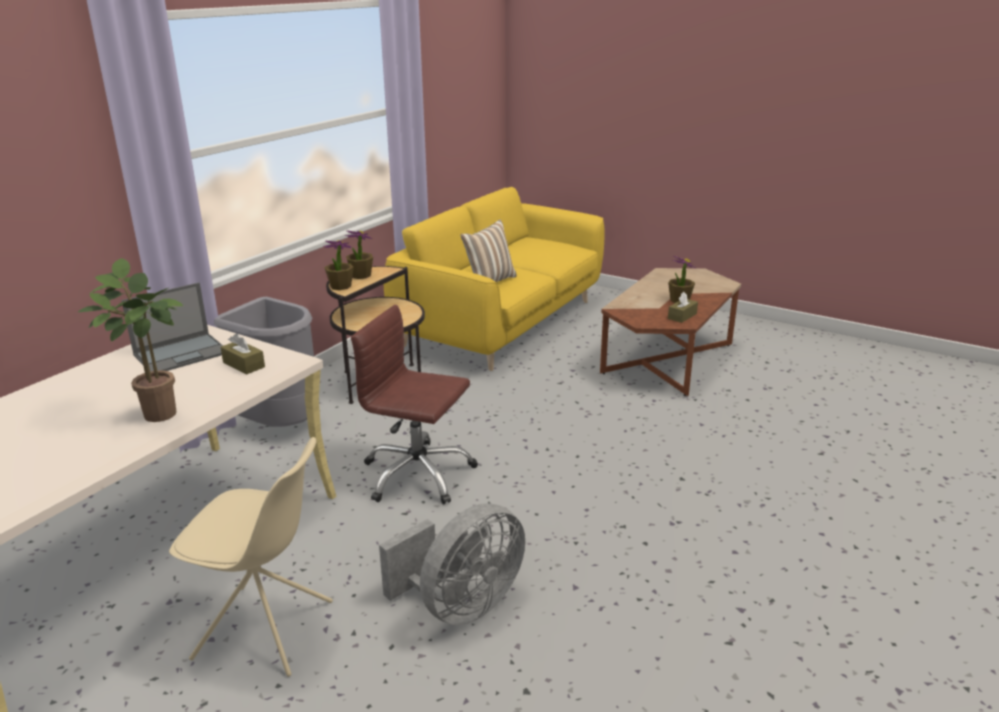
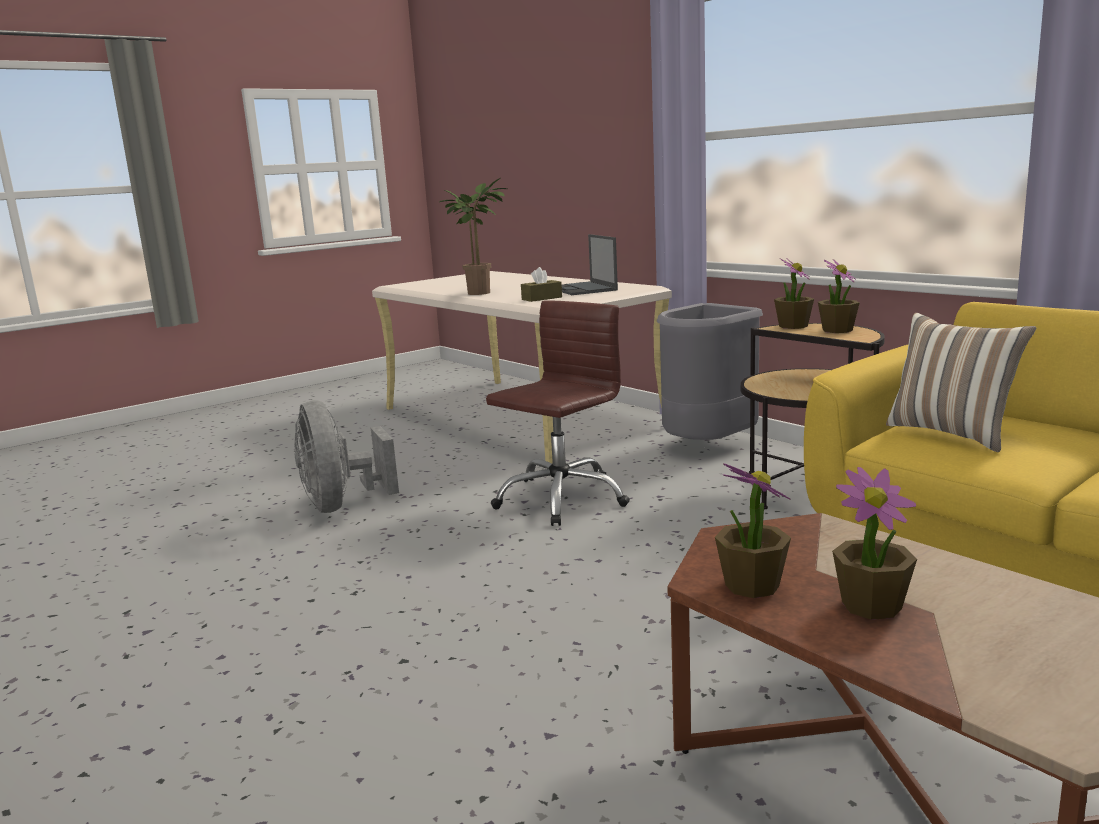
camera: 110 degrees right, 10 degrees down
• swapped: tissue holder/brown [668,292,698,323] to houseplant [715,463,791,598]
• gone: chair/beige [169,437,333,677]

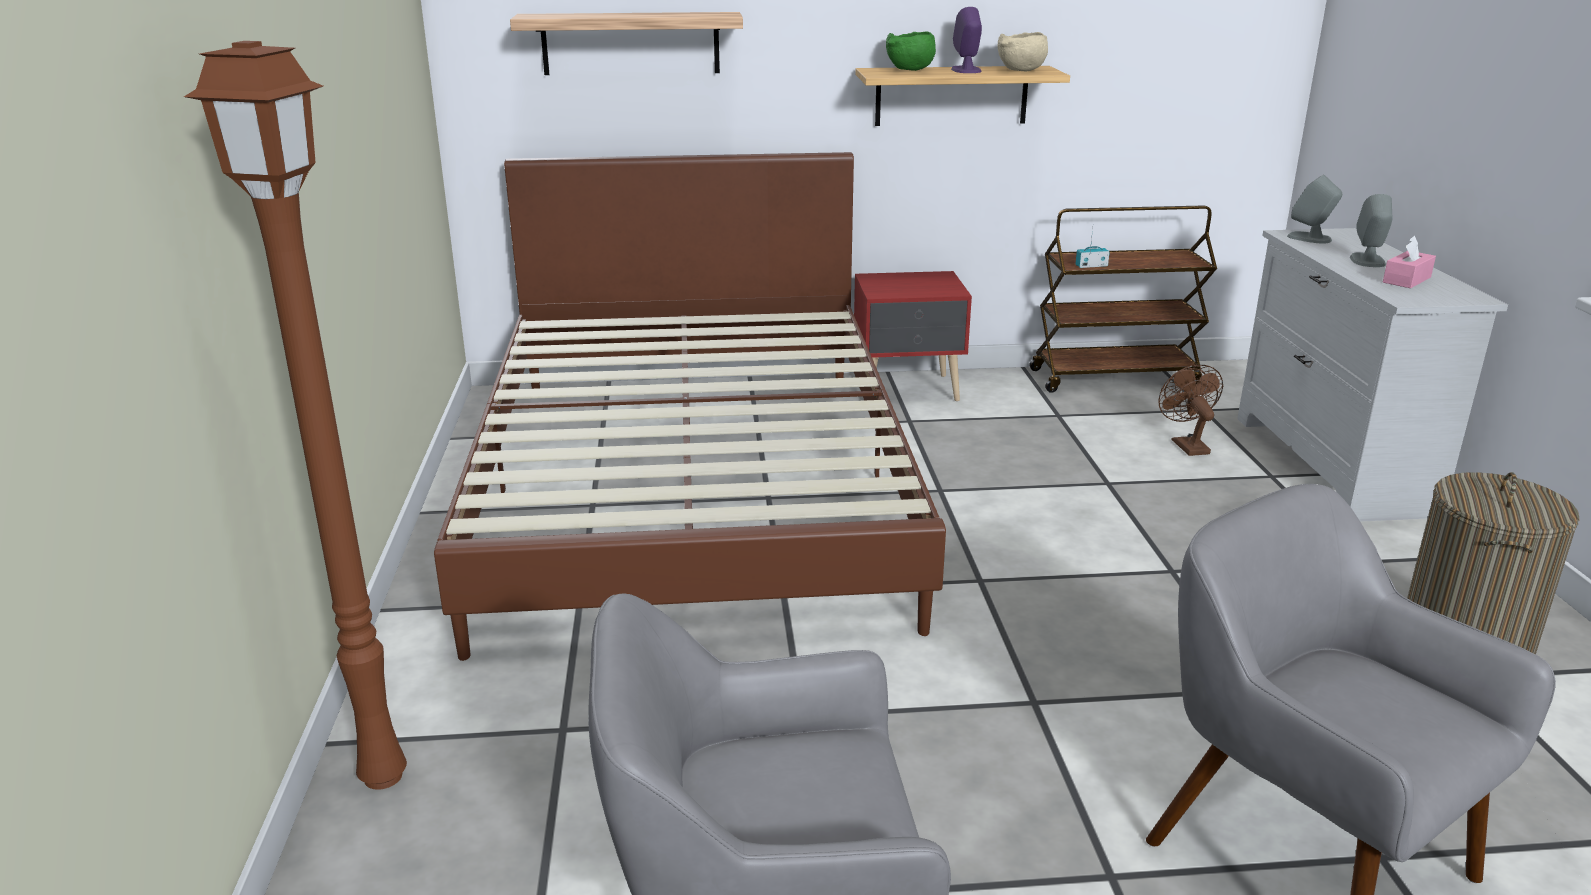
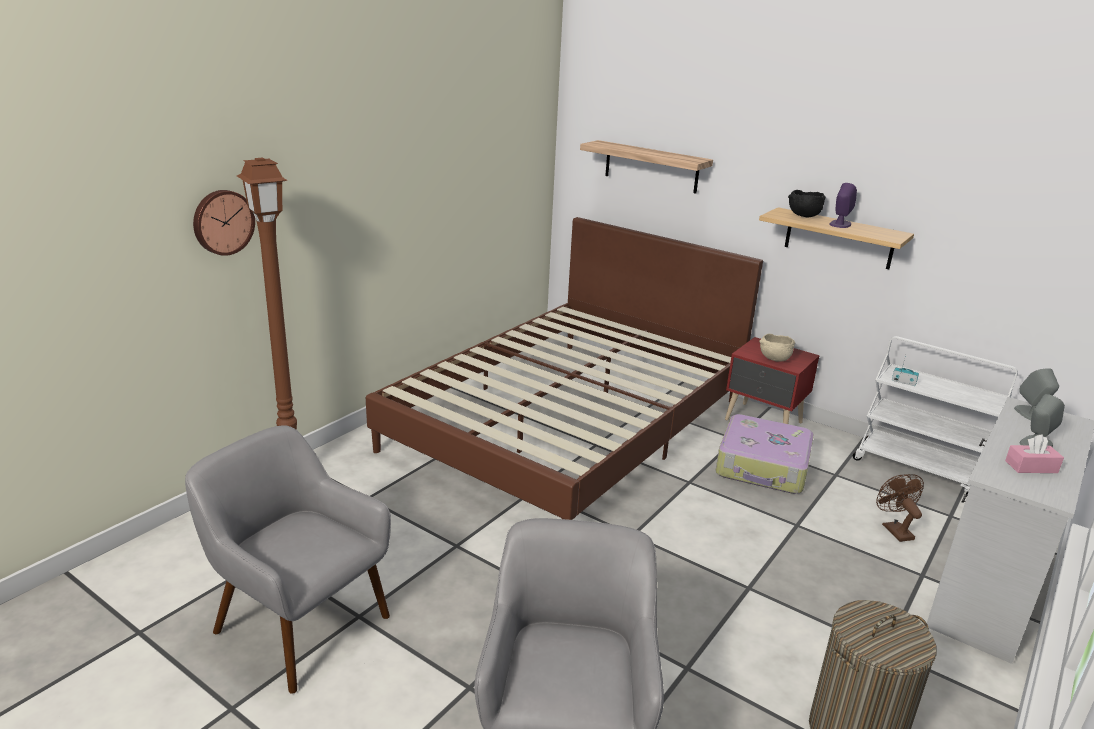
camera: 40 degrees right, 0 degrees up
• new: hanging clock [193,190,255,256]
• new: suitcase [716,414,814,494]
• shifted: serving bowl/beige [998,32,1048,71] to [759,334,795,362]
• repainted: serving bowl/green-coloured [886,31,936,71] to serving bowl/black-coloured [788,190,826,217]
• repainted: wheeled cart/brown [1029,205,1217,393] to wheeled cart/white-coloured [853,336,1018,495]
• rotated: cooling fan/brown [1158,365,1223,456] = [876,474,924,542] 45 degrees counterclockwise

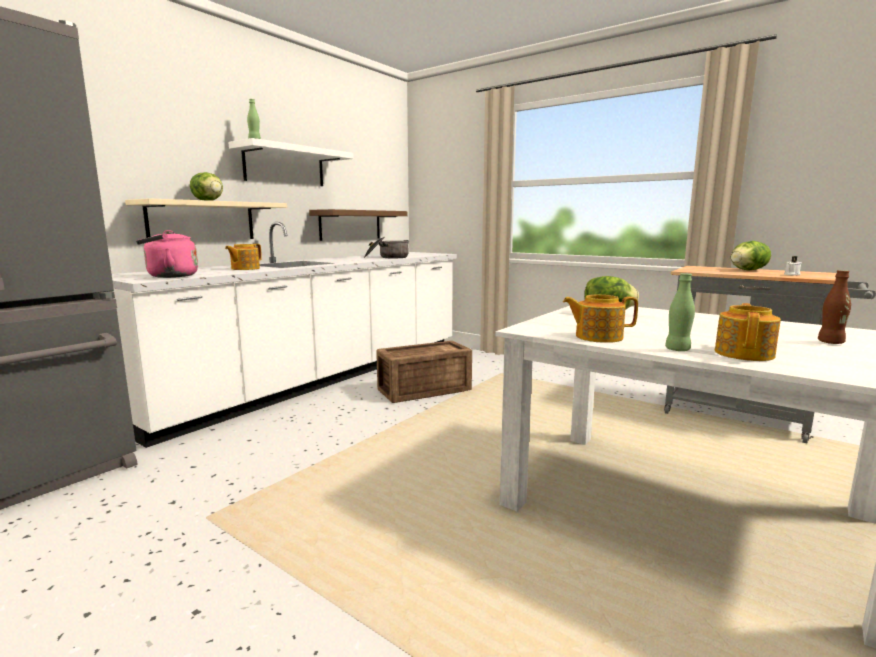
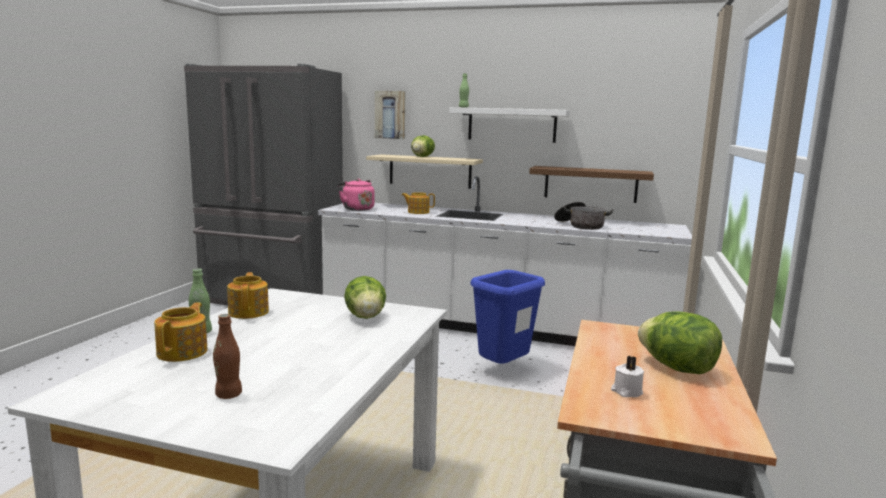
camera: 70 degrees right, 0 degrees up
• rotated: pot for tea [715,303,781,361] = [154,303,208,362] 90 degrees counterclockwise
• new: picture [375,91,405,139]
• swapped: crate [376,341,472,403] to rubbish bin/blue [470,270,545,364]

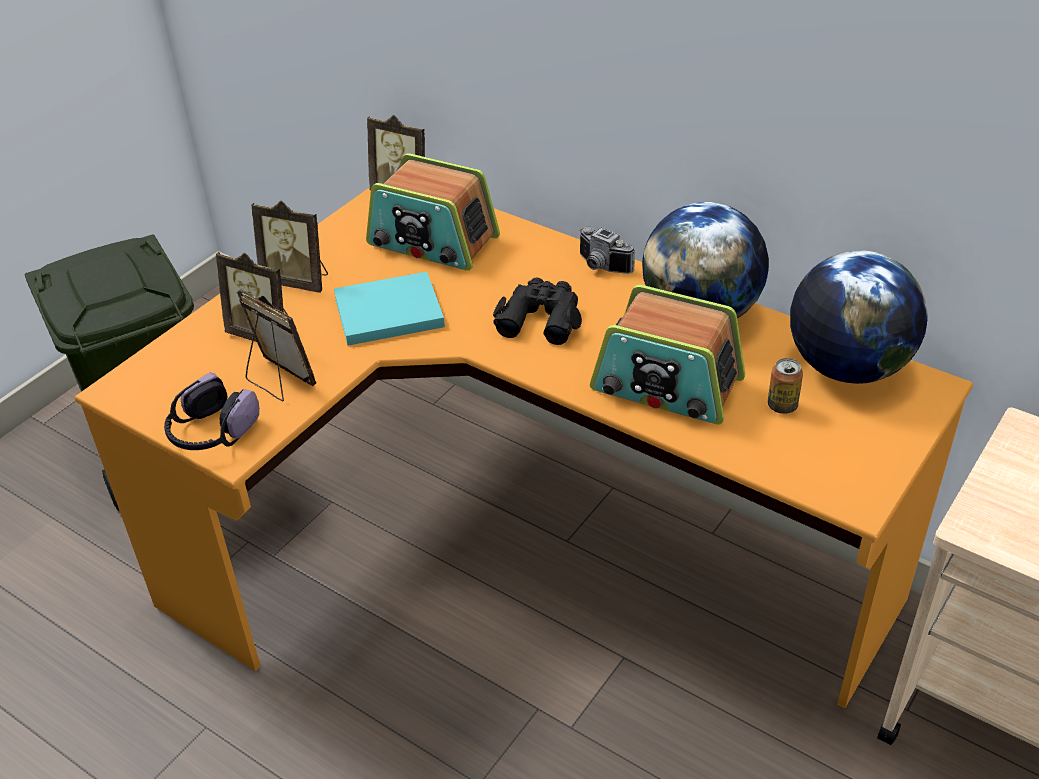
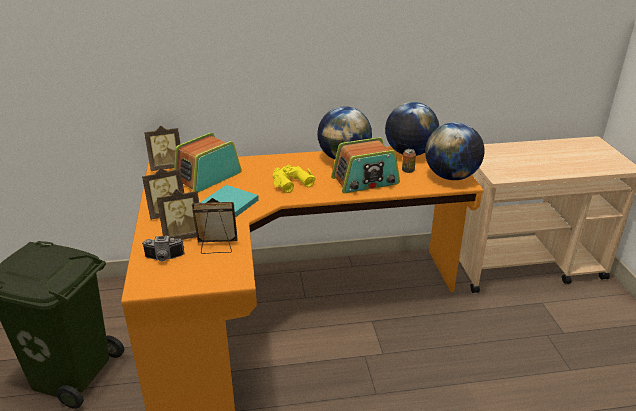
camera: 45 degrees left, 10 degrees down
• shifted: still camera [579,227,635,274] to [142,236,184,261]
• rotated: radio receiver [366,153,500,271] = [174,133,242,192] 150 degrees clockwise
• repainted: binoculars/black-coloured [493,278,582,345] to binoculars/yellow-coloured [272,165,316,193]
• new: desk globe [425,122,485,180]
• gone: headphones [164,373,259,450]

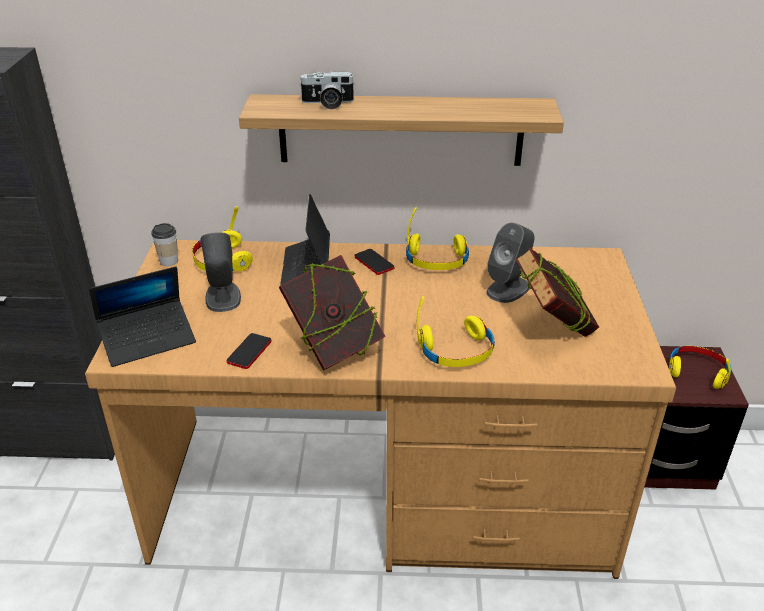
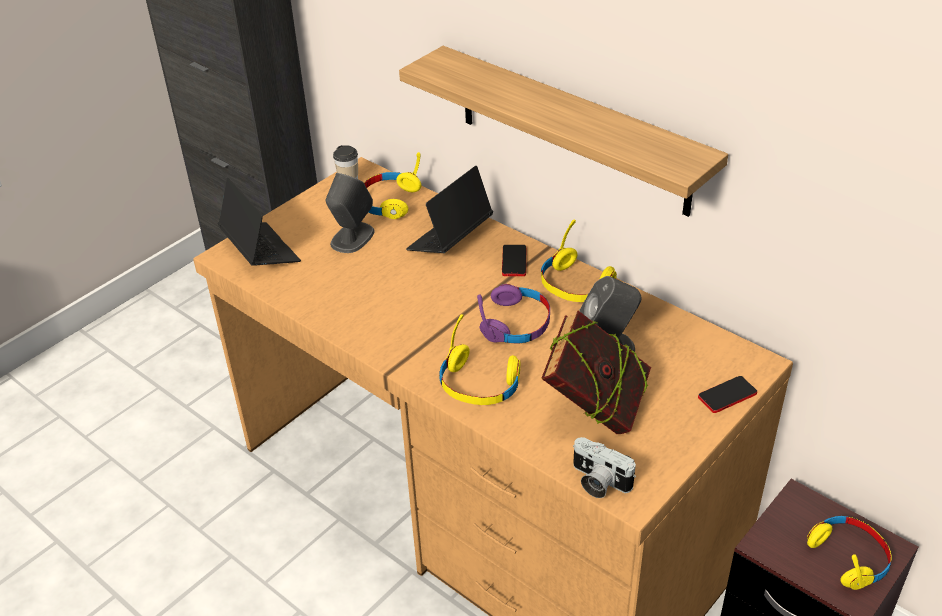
camera: 40 degrees right, 5 degrees up
• rotated: portable computer [89,266,196,367] = [218,178,301,266] 135 degrees counterclockwise
• new: headphones/purple-coloured [477,284,550,343]
• shifted: still camera [299,71,355,109] to [573,437,636,498]
• shifted: telephone [227,333,271,369] to [698,376,757,413]
• gone: bound book [279,255,386,371]

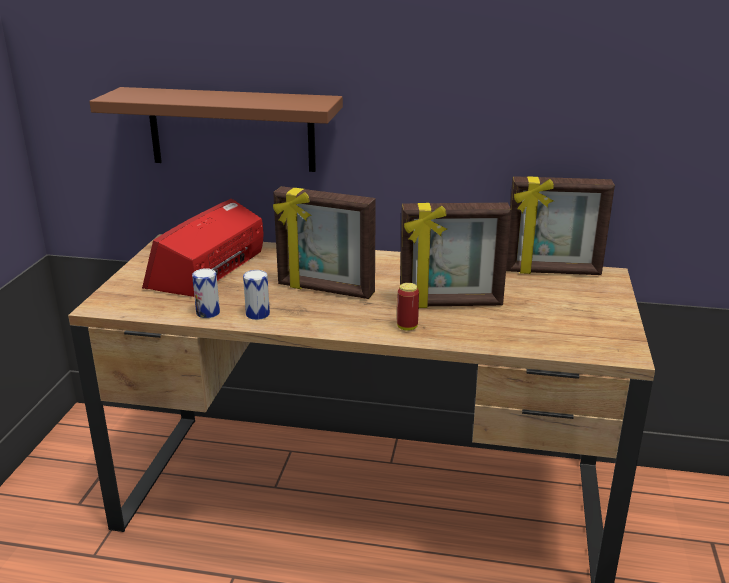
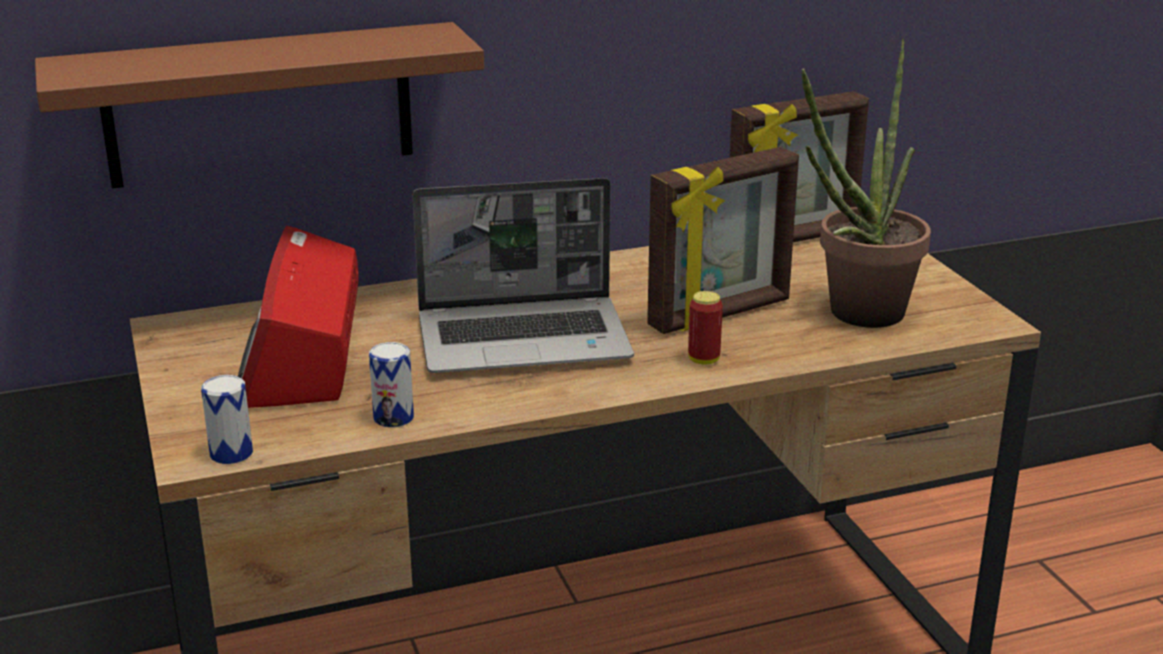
camera: 30 degrees left, 0 degrees up
• shifted: can [243,270,270,320] to [201,375,253,464]
• swapped: picture frame [273,186,376,299] to portable computer [413,178,634,373]
• new: houseplant [802,39,931,328]

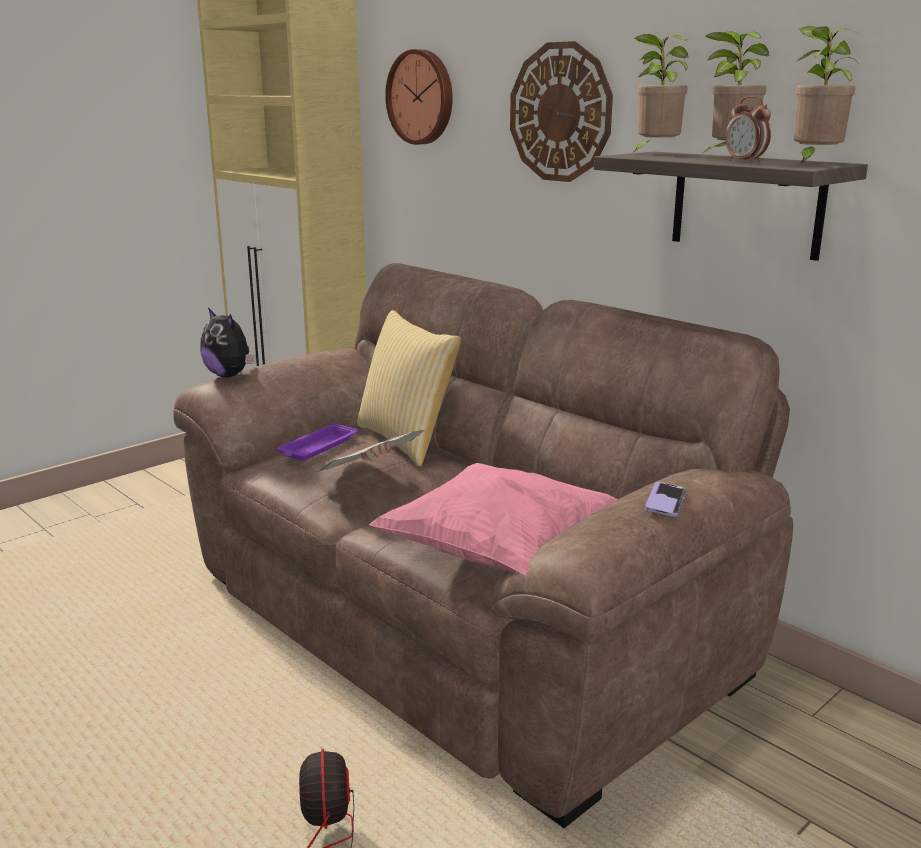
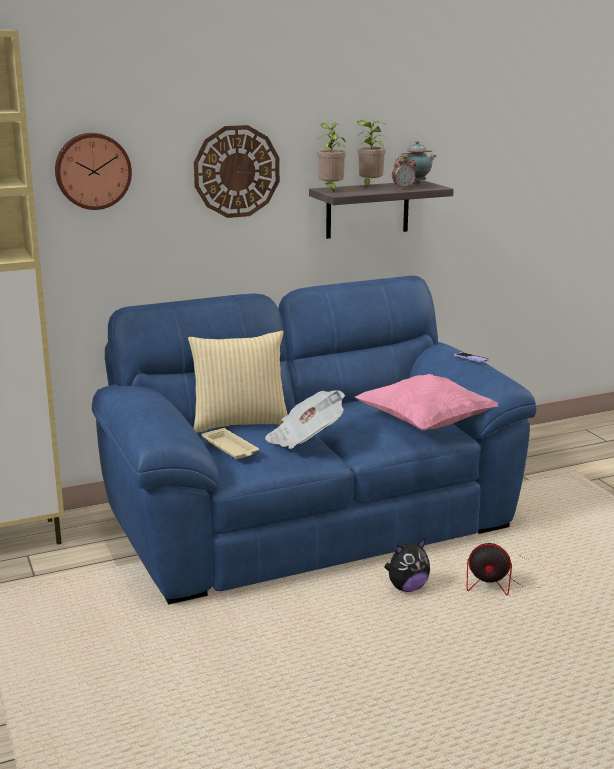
camera: 70 degrees left, 0 degrees up
• repainted: settee/brown [173,263,793,828] to settee/blue [92,276,536,604]
• repainted: serving tray/purple-coloured [276,423,358,461] to serving tray/beige [202,428,259,459]
• shifted: soft toy [200,308,256,377] to [385,538,430,592]
• swapped: houseplant [794,26,860,164] to pot for tea [399,141,436,184]

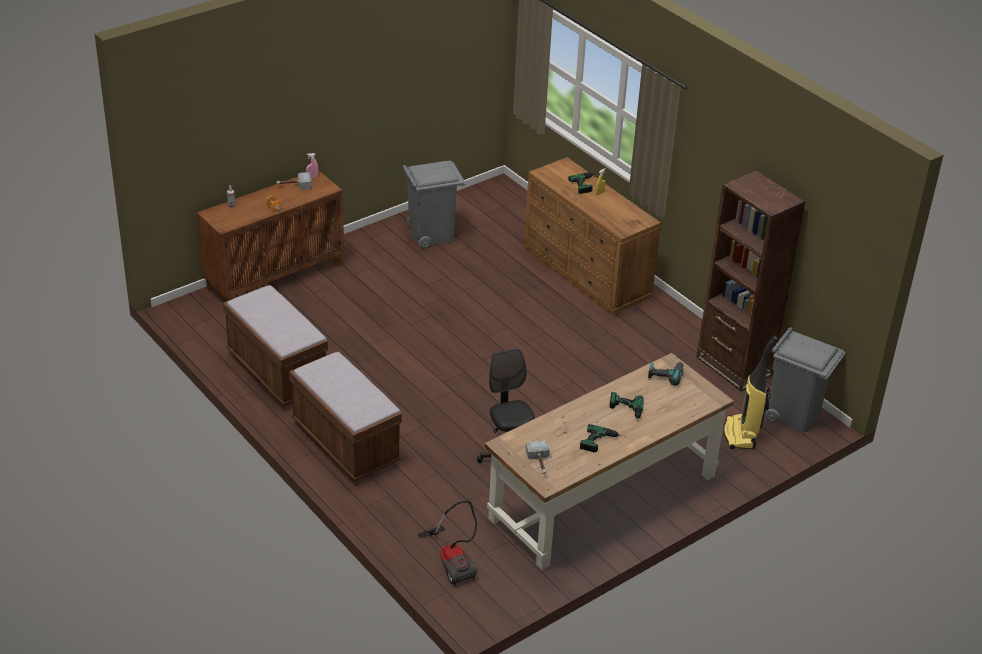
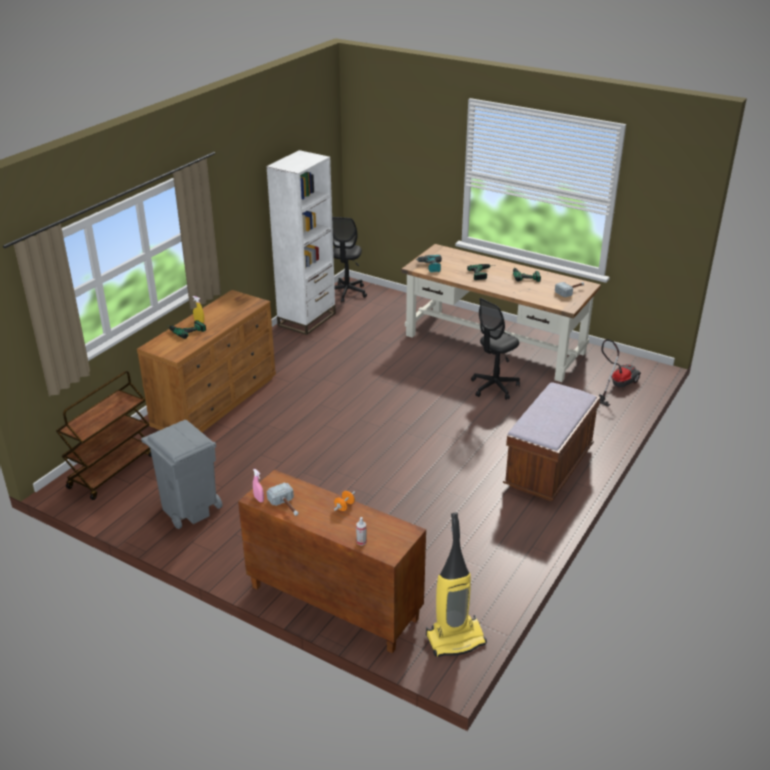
camera: 110 degrees left, 5 degrees down
• new: wheeled cart/brown [56,371,152,500]
• repainted: bookcase/brown [696,170,806,391] to bookcase/white-coloured [266,150,336,335]
• swapped: rubbish bin/grey [765,327,845,432] to desk chair/black-coloured [332,217,367,303]
• shifted: vacuum cleaner [724,336,777,449] to [426,513,487,657]
• gone: indoor bench/brown [223,285,328,407]

